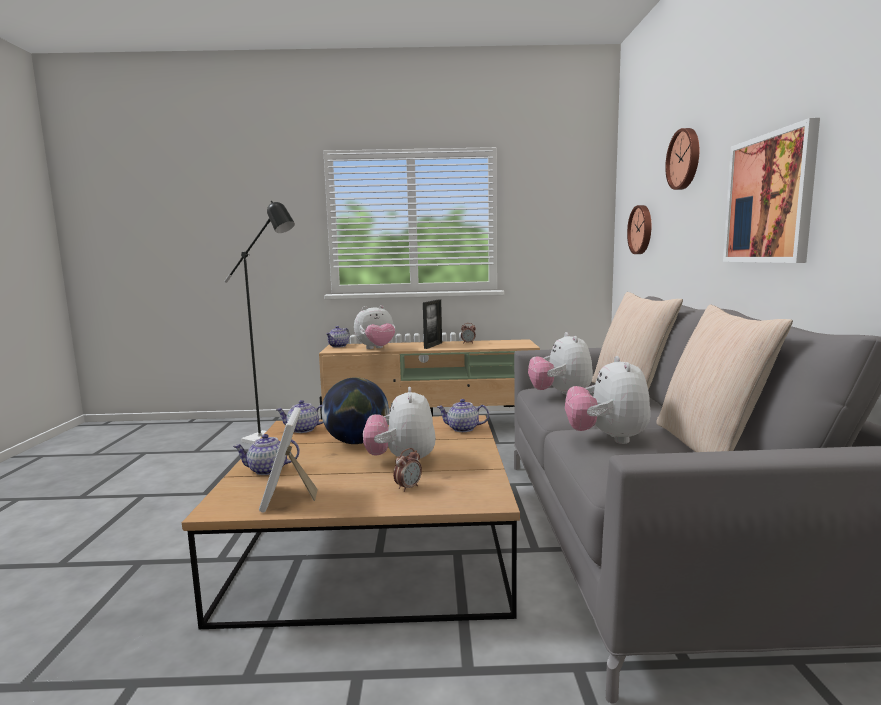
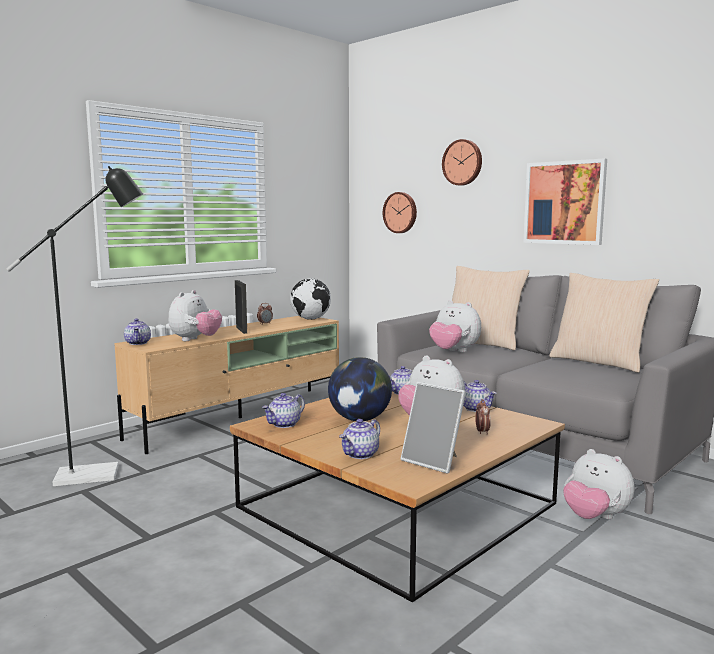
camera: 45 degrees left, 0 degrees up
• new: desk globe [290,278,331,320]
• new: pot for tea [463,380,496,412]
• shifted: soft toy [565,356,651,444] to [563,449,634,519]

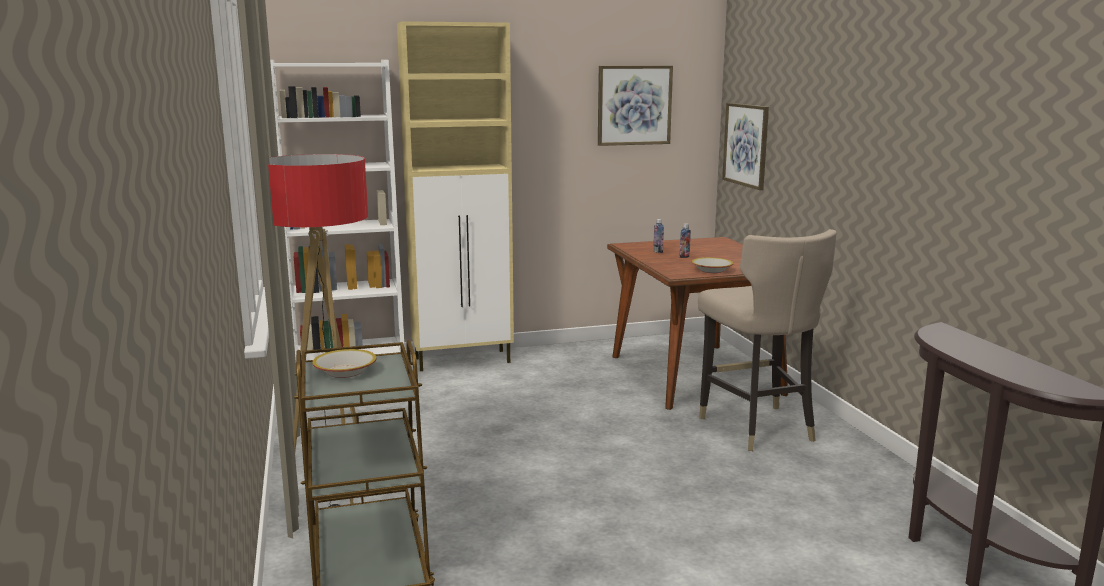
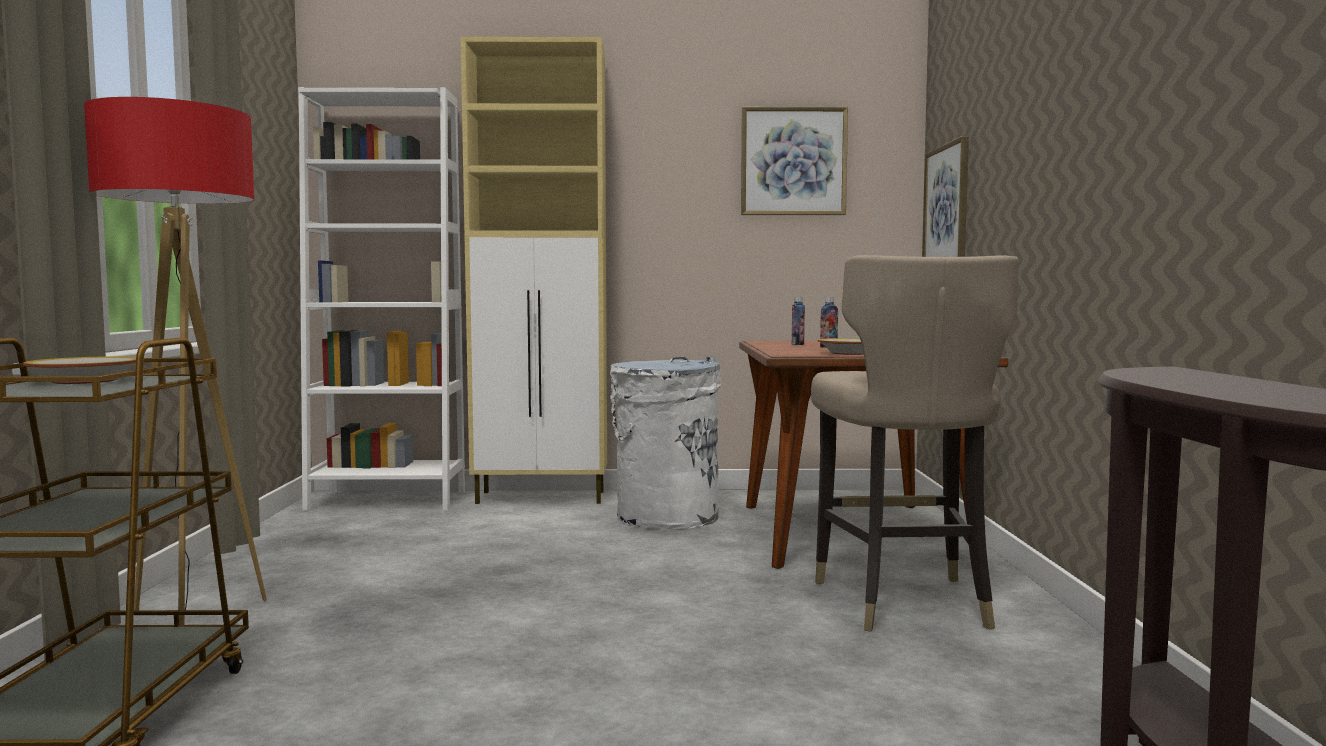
camera: 15 degrees right, 10 degrees down
• new: rubbish bin/white-coloured [610,356,721,529]

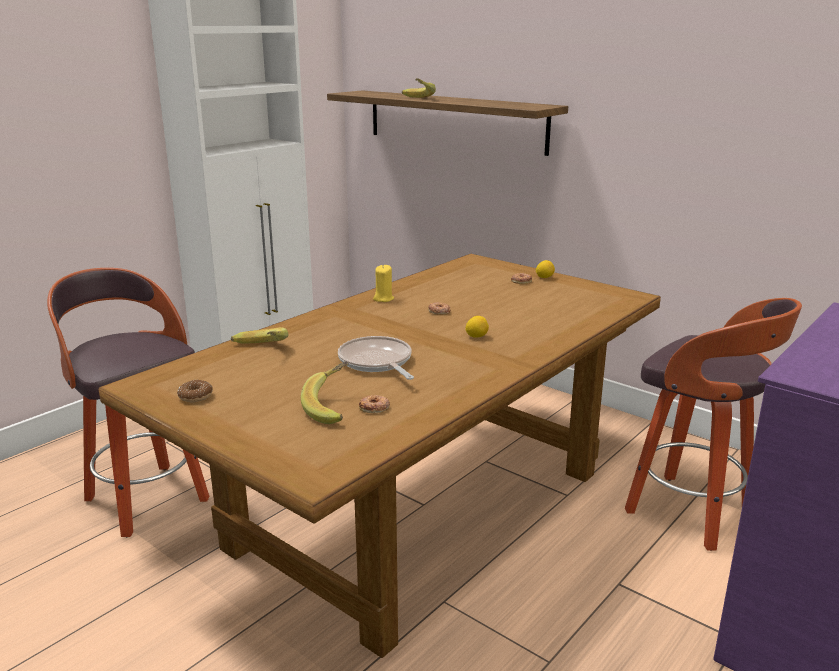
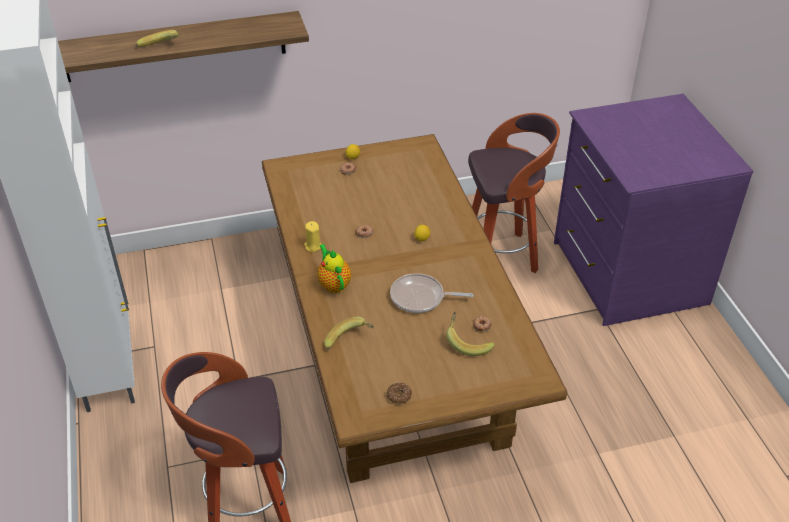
camera: 55 degrees left, 20 degrees up
• new: pot for tea [317,244,351,293]

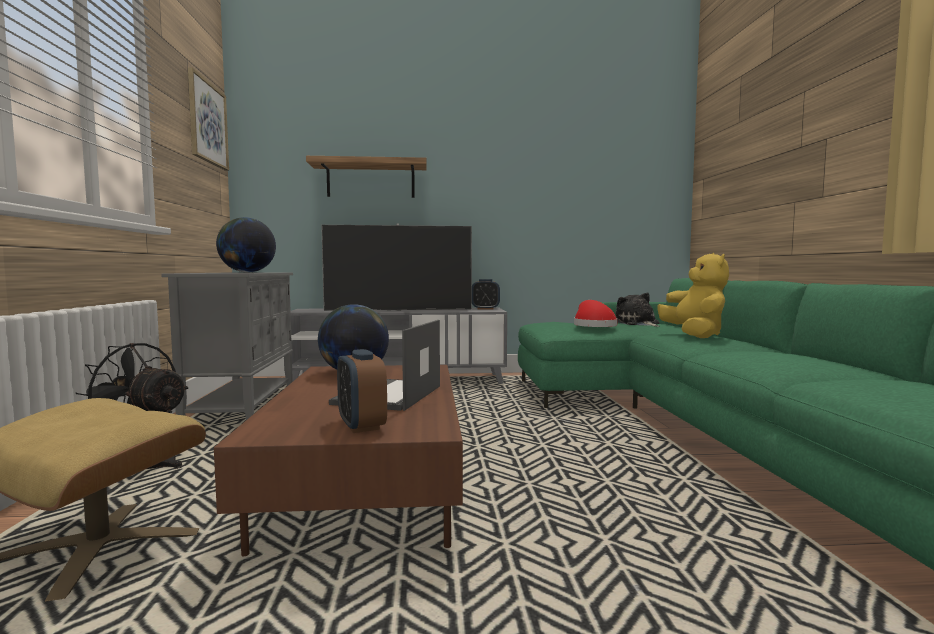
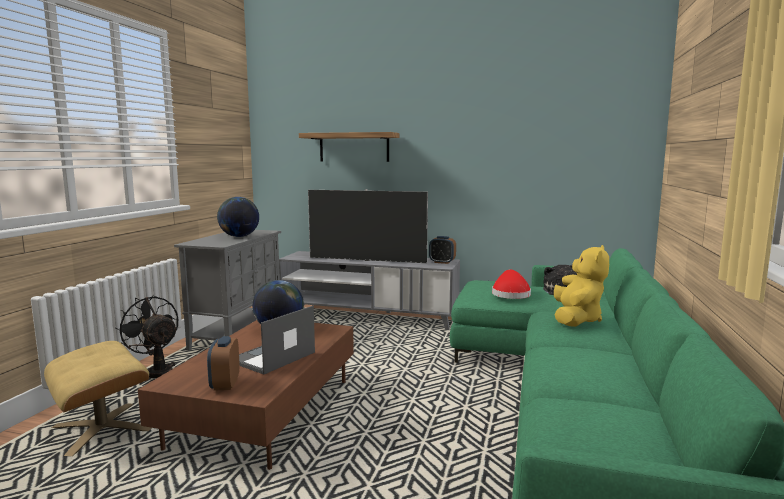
camera: 20 degrees right, 5 degrees up
• gone: picture [188,67,229,171]

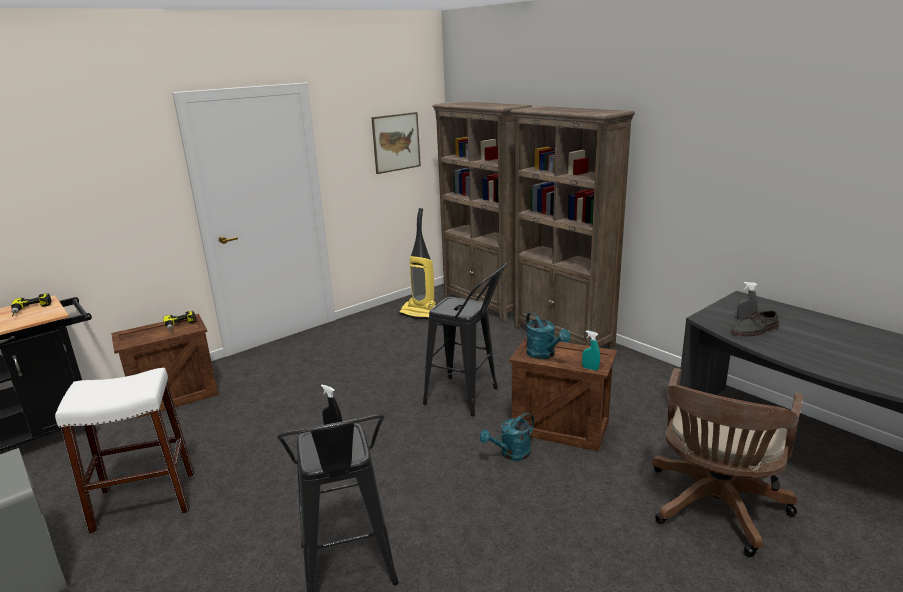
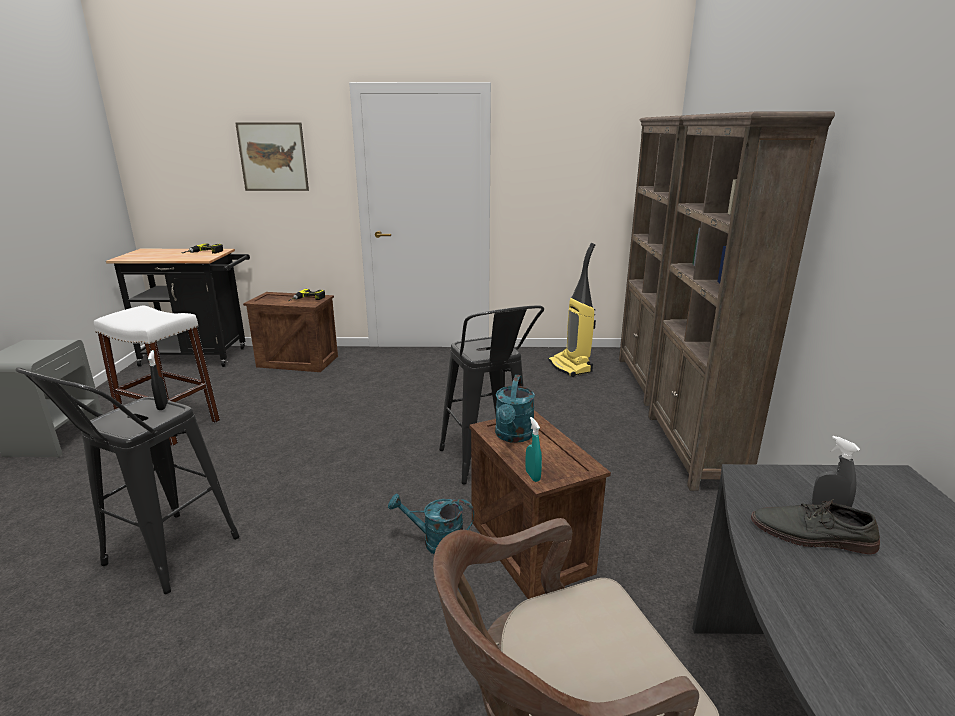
camera: 40 degrees right, 0 degrees up
• shifted: picture [371,112,421,174] to [235,122,309,191]

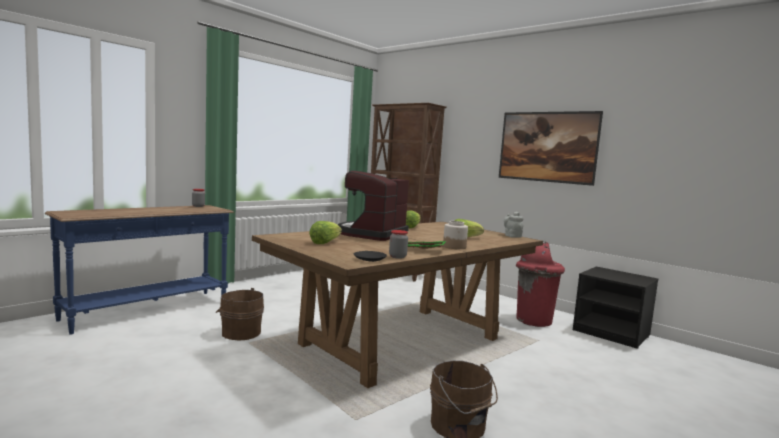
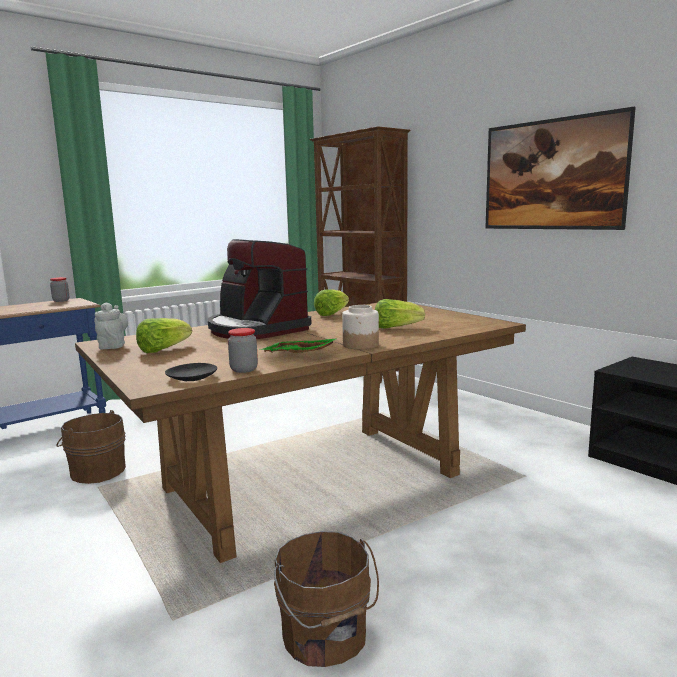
camera: 10 degrees right, 5 degrees up
• shifted: pot for tea/grey [504,212,524,238] to [94,302,128,349]
• rotated: coffee maker [338,170,409,241] = [208,239,312,339] 75 degrees counterclockwise
• gone: rubbish bin/red-coloured [516,242,565,327]

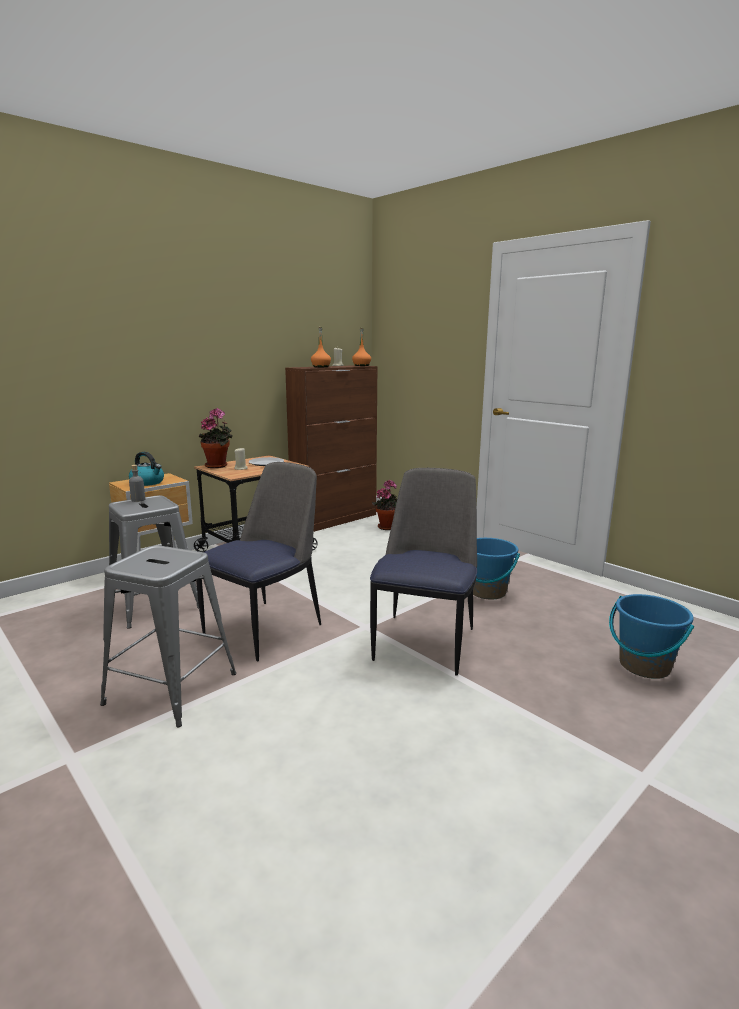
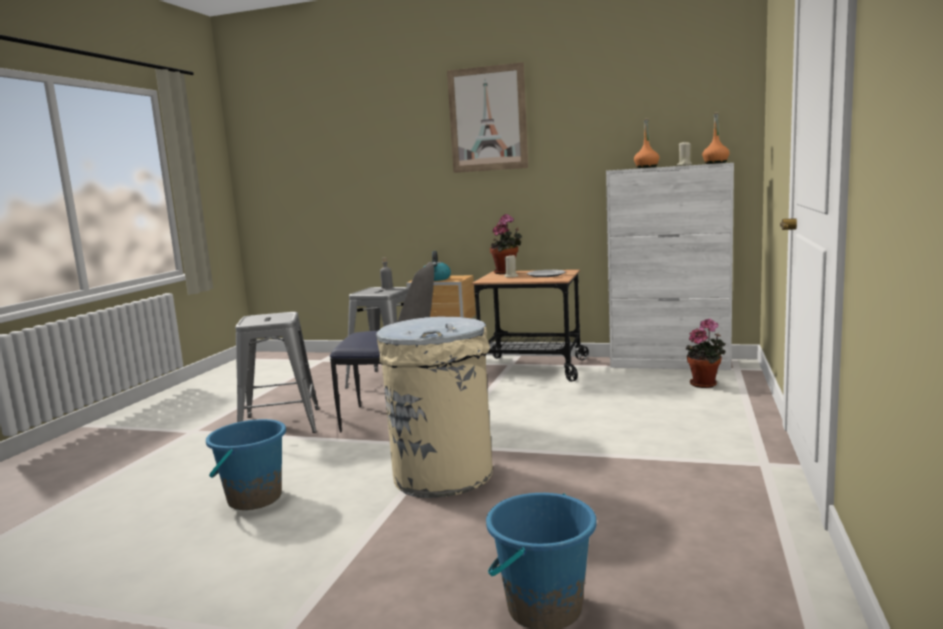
camera: 60 degrees right, 5 degrees down
• shifted: bucket/blue [473,538,520,600] to [206,419,286,510]
• swapped: chair [370,468,477,676] to rubbish bin/beige [376,317,493,498]
• new: picture [447,62,528,173]
• repainted: storage cabinet/brown [285,365,378,532] to storage cabinet/white-coloured [606,163,734,370]

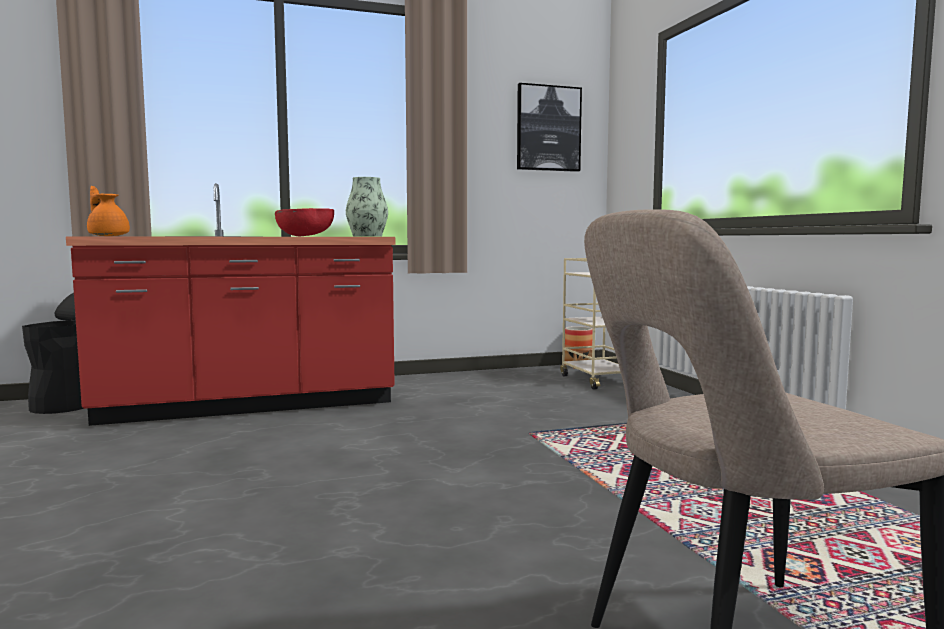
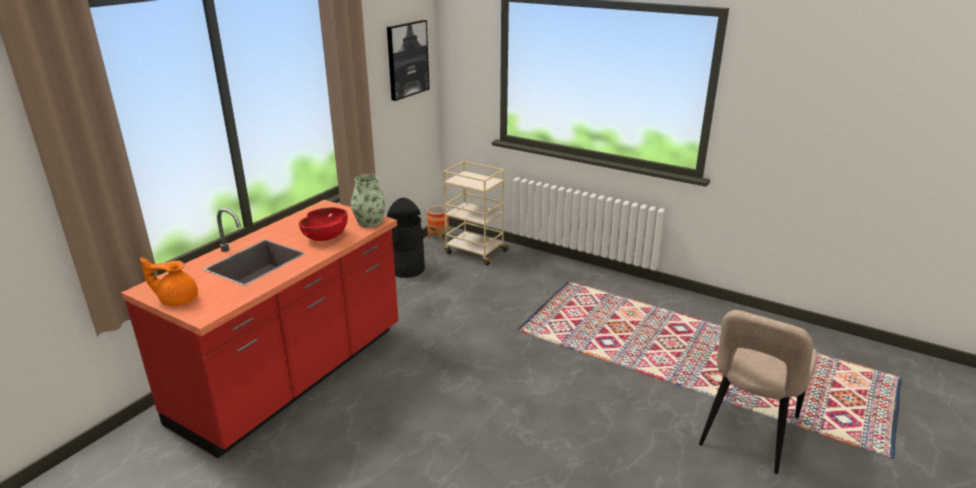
camera: 40 degrees left, 20 degrees up
• shifted: rubbish bin/black-coloured [22,292,84,414] to [387,198,425,278]

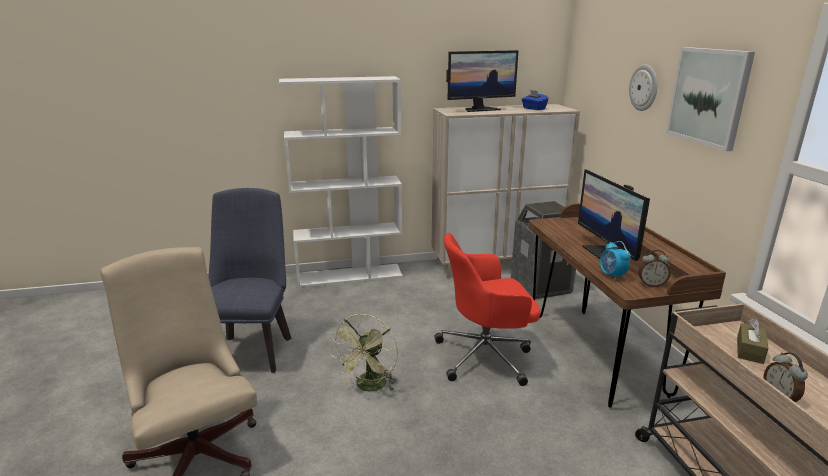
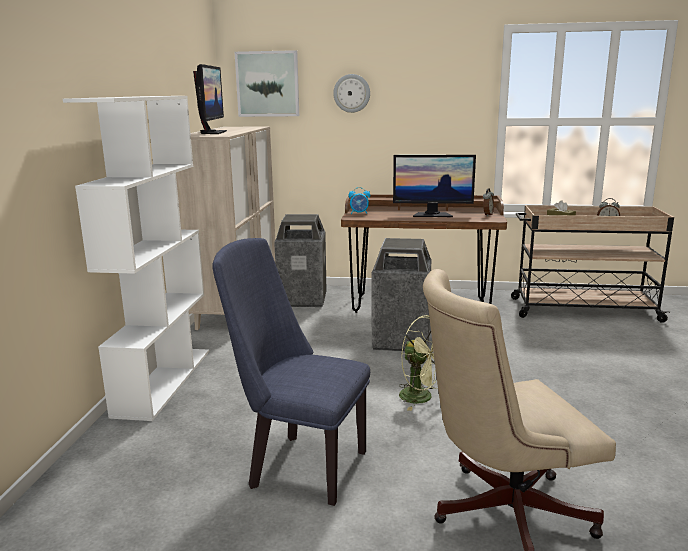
camera: 70 degrees left, 5 degrees down
• shifted: picture [666,47,755,151] to [235,50,299,117]
• shifted: alarm clock [600,241,631,281] to [348,187,370,214]
• swapped: desk chair/red-coloured [434,233,541,386] to rubbish bin [372,238,431,352]
• gone: tissue holder/blue [522,90,549,110]

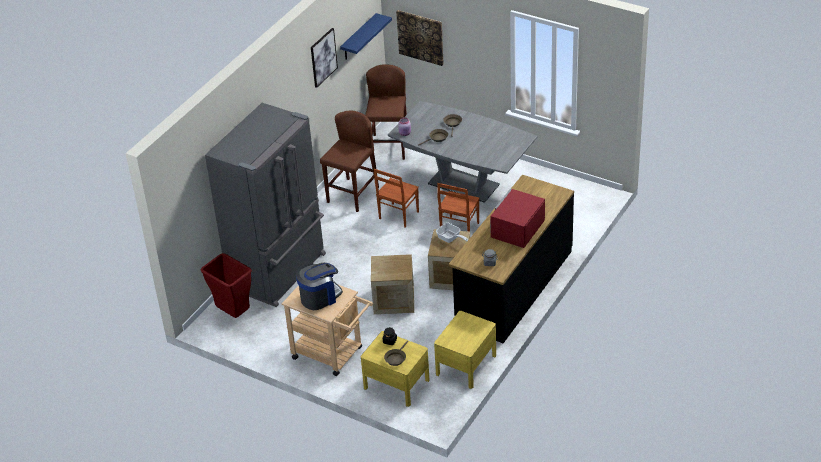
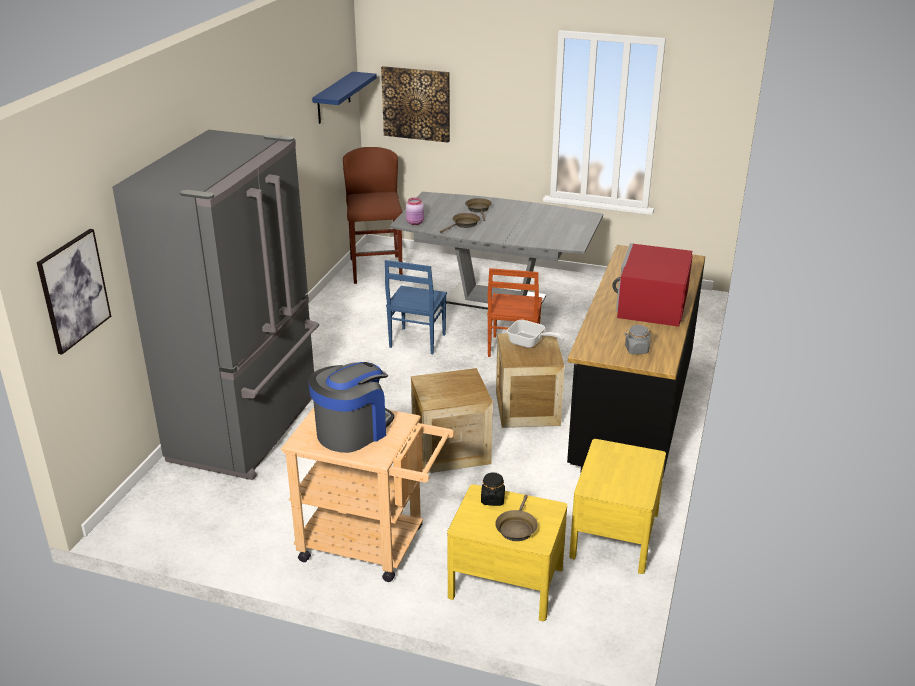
camera: 15 degrees left, 10 degrees down
• shifted: picture [311,28,338,88] to [37,229,111,354]
• repainted: chair/brown [374,169,419,228] to chair/blue [385,260,447,354]
• gone: rubbish bin/red-coloured [201,253,252,318]
• gone: stool/brown [320,111,379,212]

